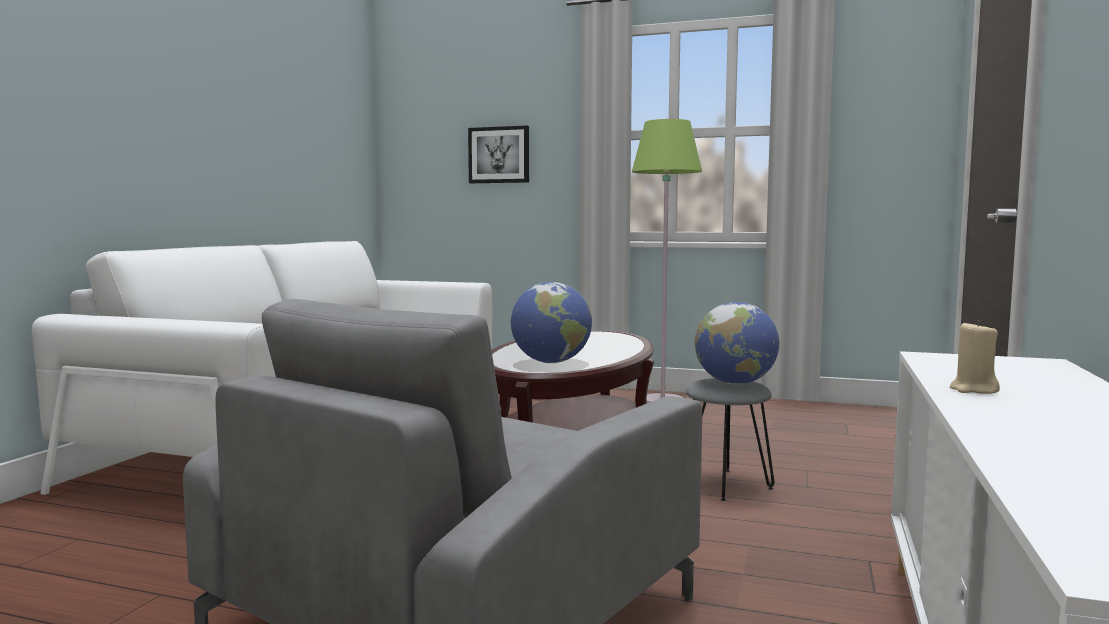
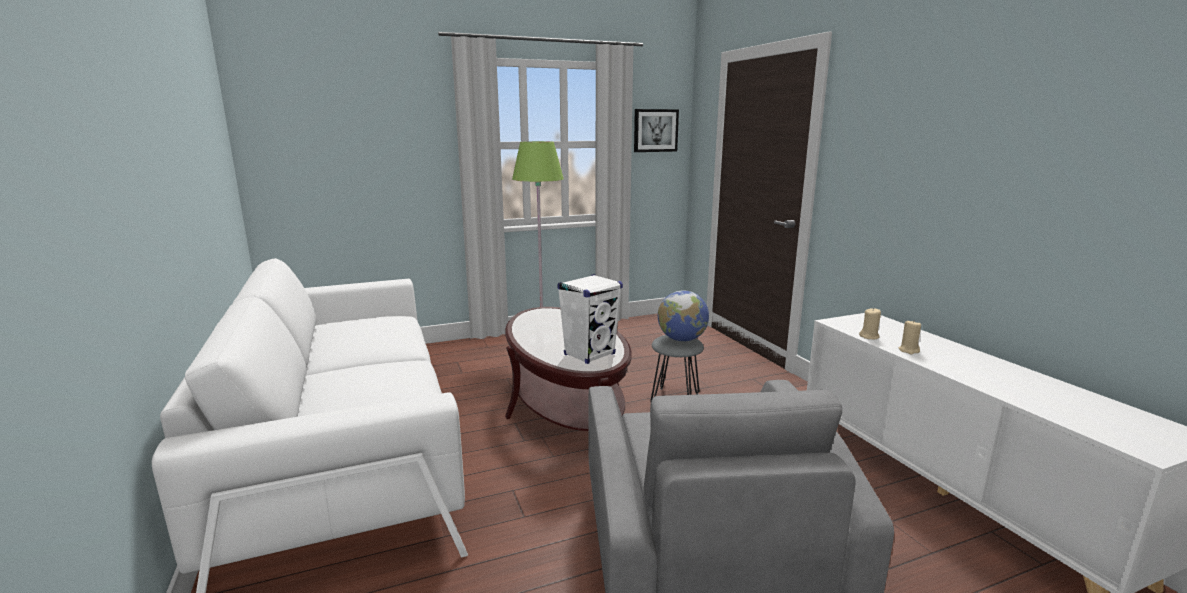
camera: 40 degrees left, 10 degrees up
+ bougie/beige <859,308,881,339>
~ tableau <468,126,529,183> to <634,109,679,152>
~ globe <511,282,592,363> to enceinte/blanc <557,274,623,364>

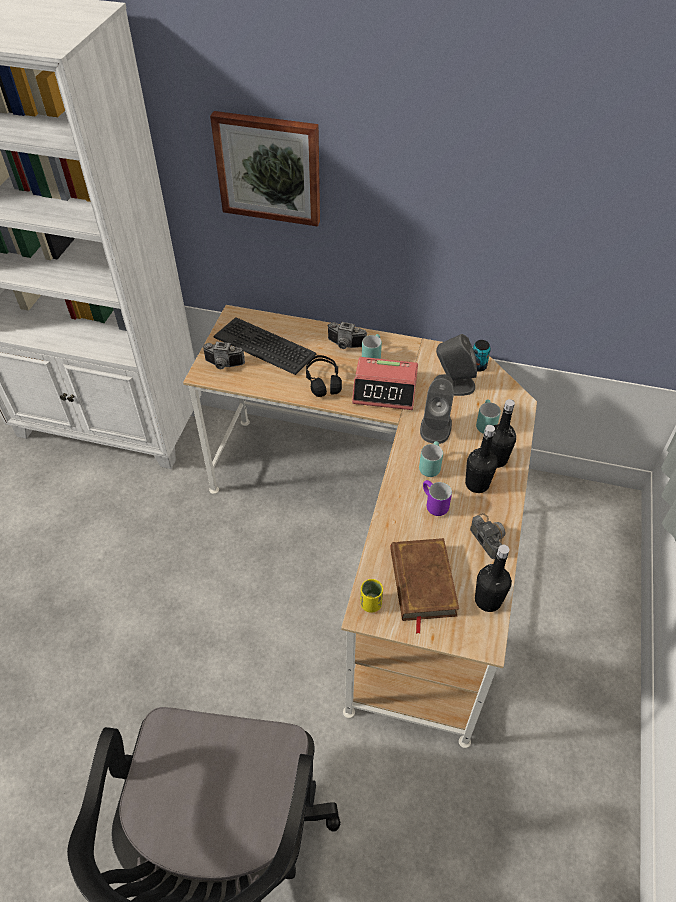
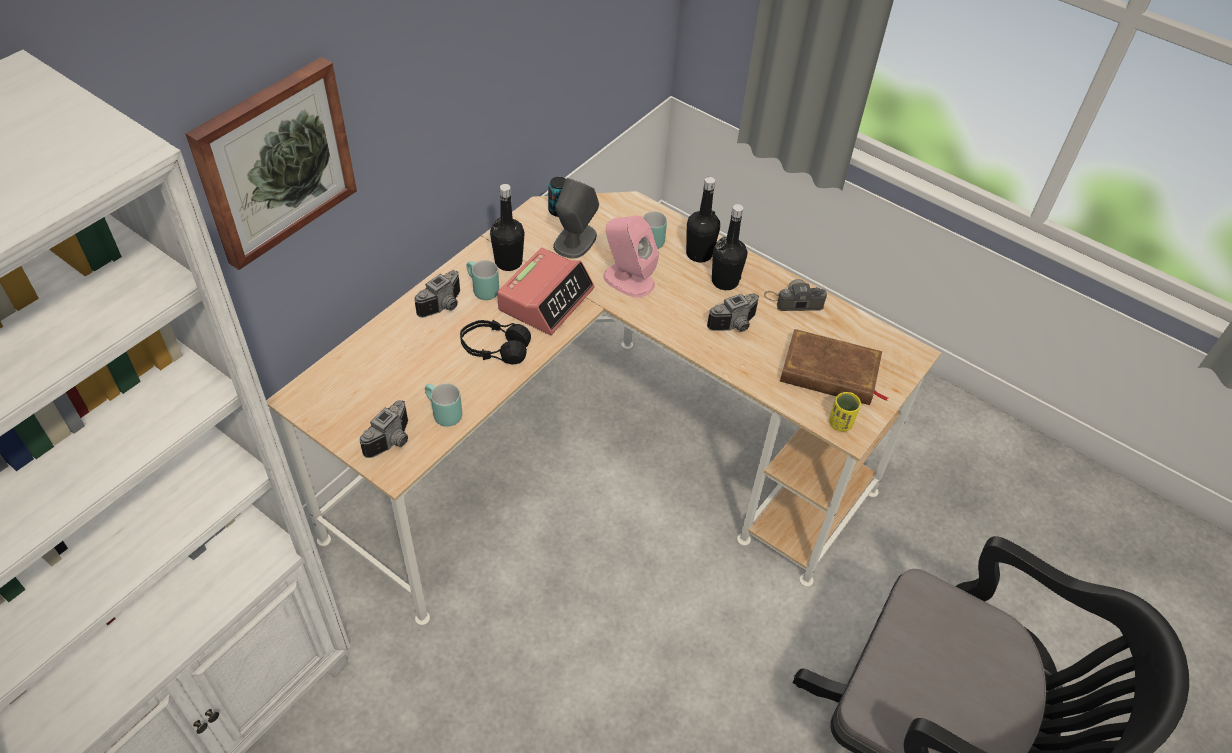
camera: 70 degrees left, 0 degrees up
- clavier <214,317,316,375>
~ mug/turquoise <419,441,443,477> to <425,383,462,427>
~ bouteille/noir <475,544,512,612> to <490,184,525,271>
~ mug/violet <423,480,452,516> to appareil photo <707,293,759,332>
~ enceinte/gris <420,375,454,444> to enceinte/rose <603,216,659,298>

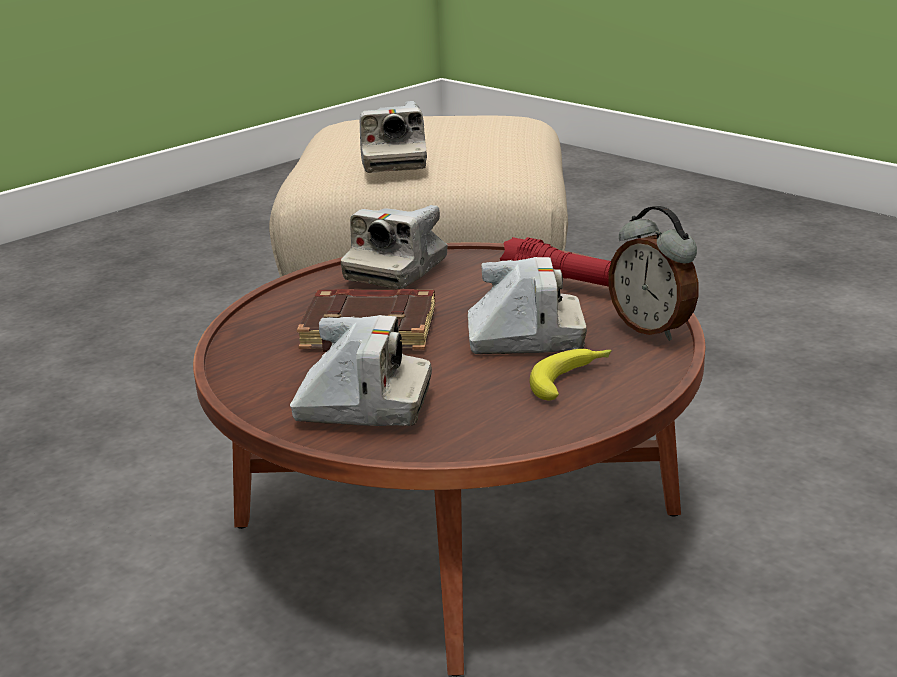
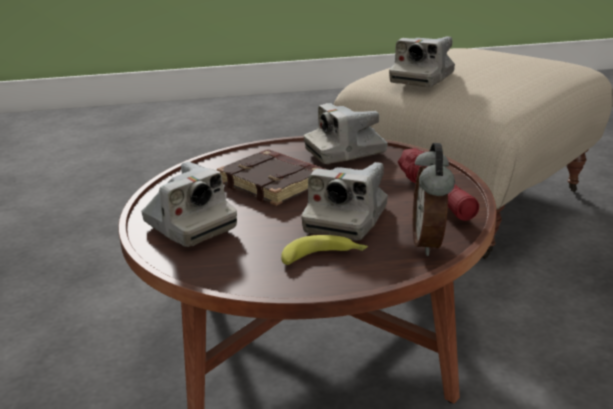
camera: 40 degrees right, 0 degrees up
~ appareil photo <468,257,587,354> = <302,162,388,241> 75 degrees clockwise

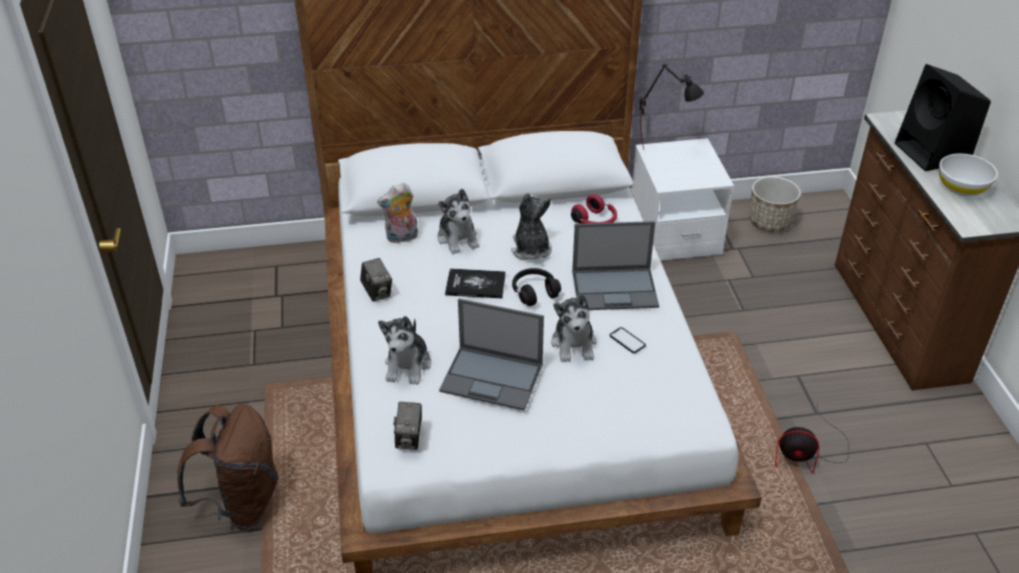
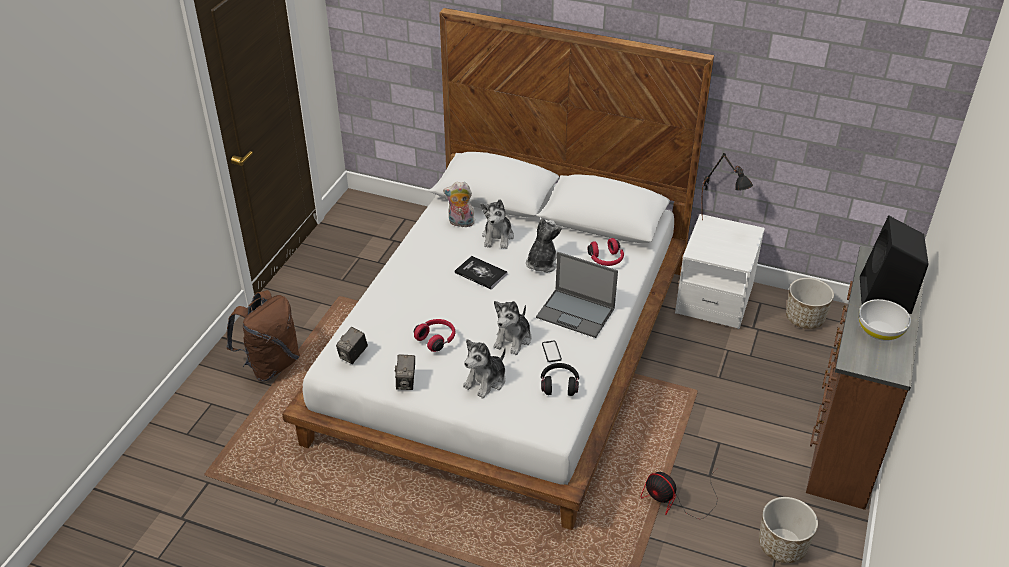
camera: 30 degrees right, 0 degrees up
+ cache-pot <759,497,818,563>
~ appareil photo <360,258,392,302> to <395,354,415,390>
~ peluche <378,316,431,385> to <463,339,506,398>
~ casque audio/noir <512,268,561,306> to <541,363,579,396>
~ ordinateur portable <439,299,544,411> to casque audio/rouge <414,319,455,352>

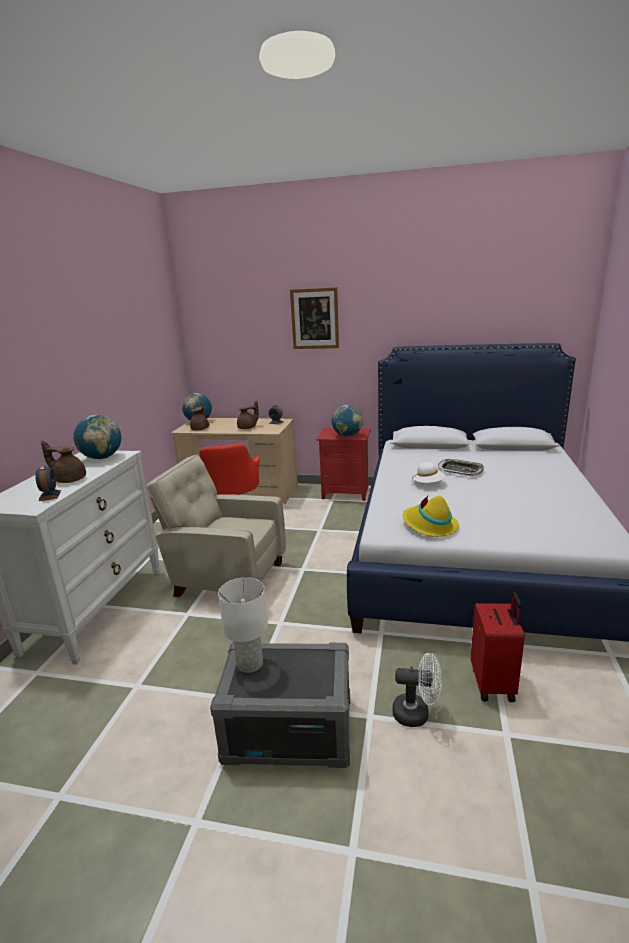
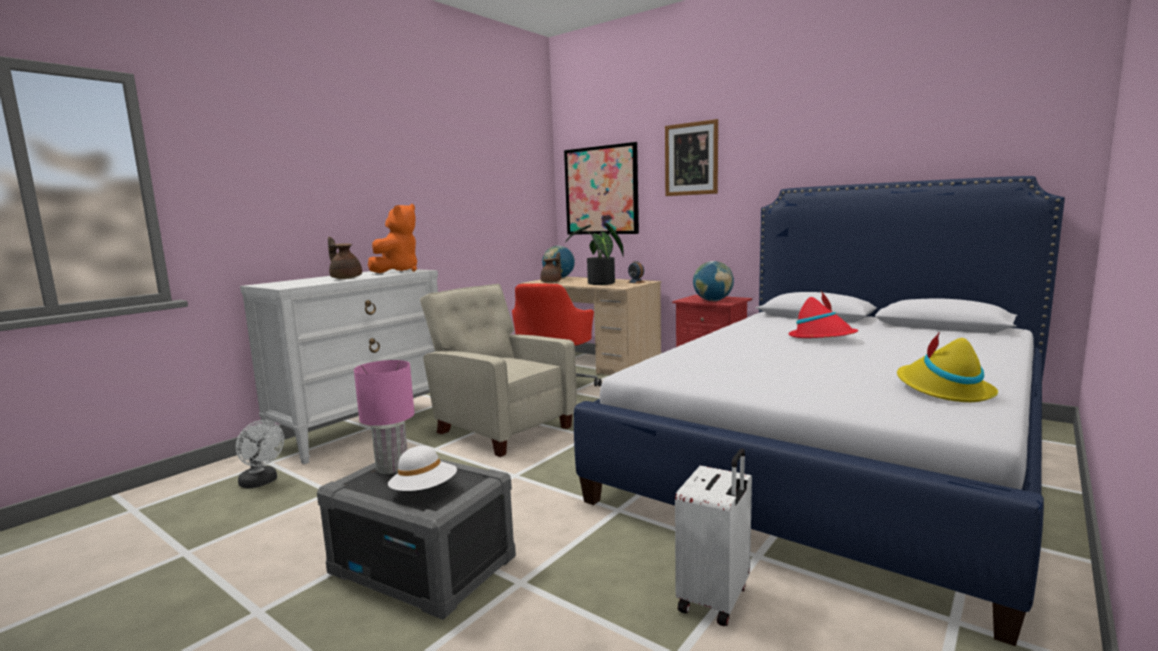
camera: 25 degrees right, 10 degrees down
- réveil <35,466,61,501>
+ tableau <564,142,639,234>
~ ventilateur/blanc <392,653,442,727> to <236,420,284,488>
~ chapeau/jaune <403,496,459,537> to <897,332,998,402>
~ chapeau/blanc <412,462,445,483> to <388,446,457,491>
~ globe <73,415,121,459> to peluche/orange <368,204,417,273>
~ théière/marron <237,401,259,429> to plante en pot <565,223,624,285>
~ plateau <438,459,484,476> to chapeau/rouge <788,291,858,338>
~ lampe de table/blanc <218,577,268,673> to lampe de table/rose <354,360,415,474>
~ valise/rouge <471,592,525,702> to valise/blanc <675,449,752,626>

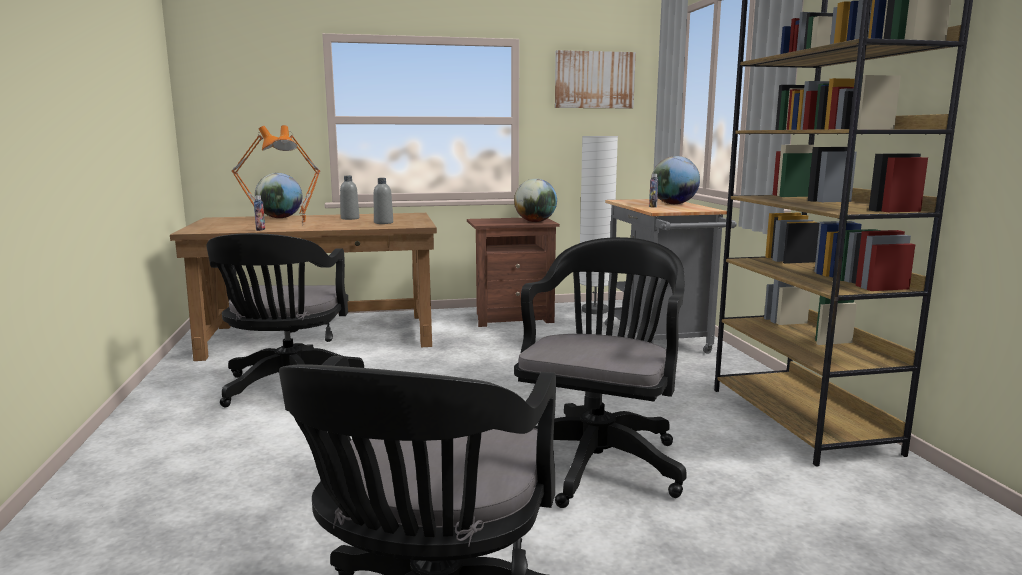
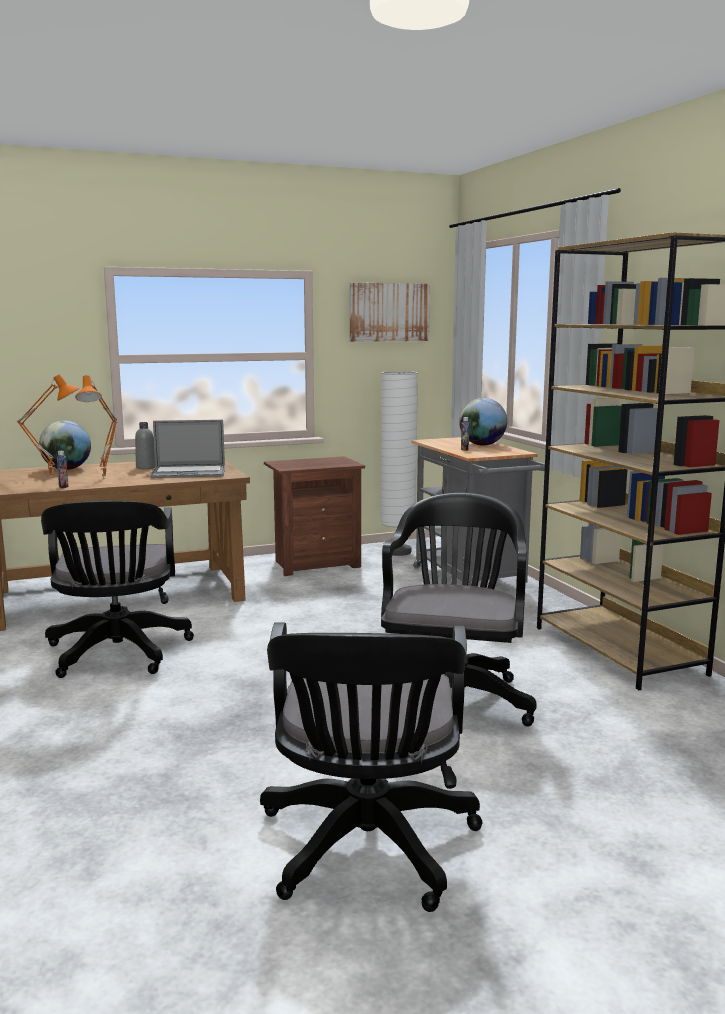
camera: 10 degrees left, 0 degrees up
- globe <514,179,557,222>
~ bouteille/gris <374,178,393,224> to ordinateur portable <150,420,225,478>

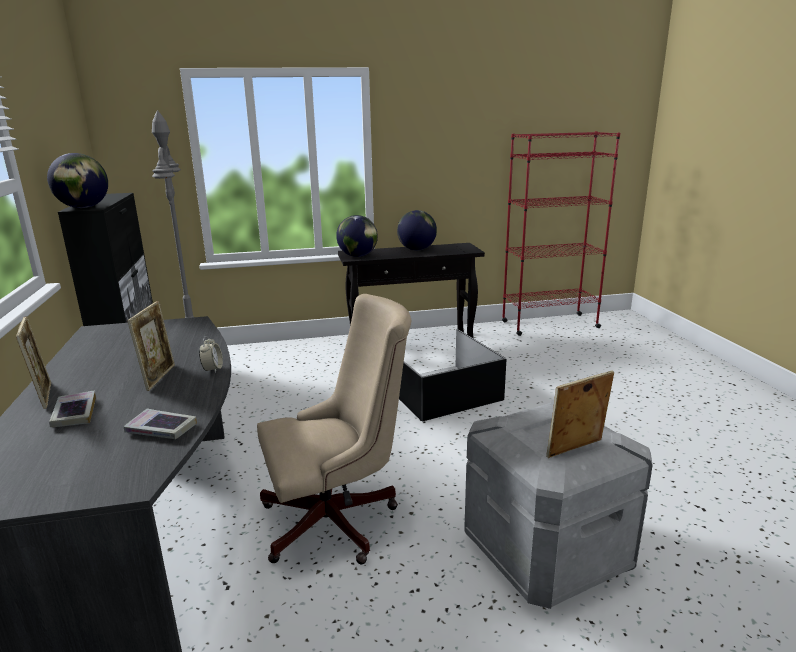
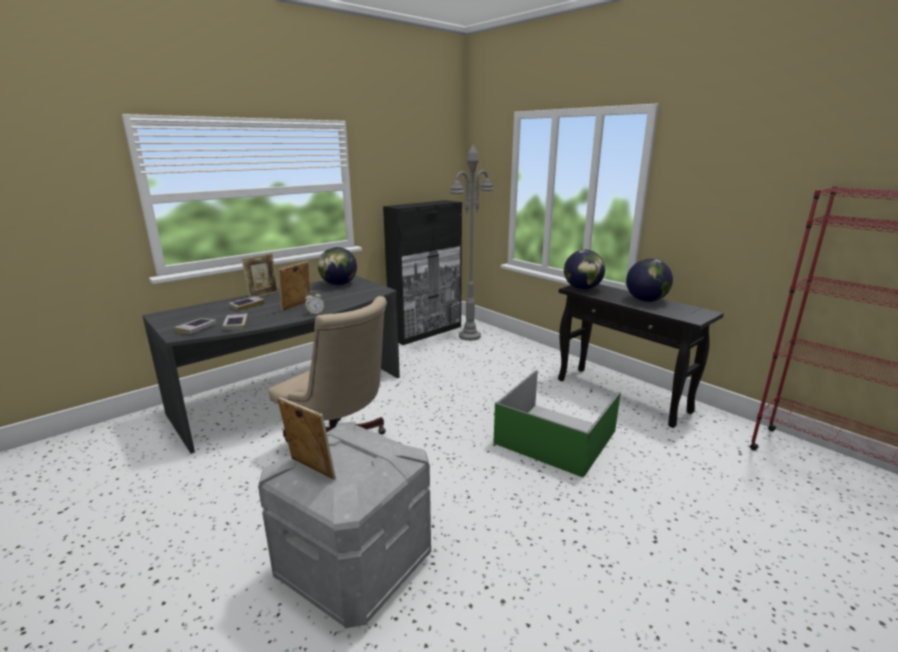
camera: 60 degrees right, 0 degrees up
+ livre <174,318,217,334>
~ globe <47,153,108,208> to <318,247,357,286>
~ boîte de rangement/noir <399,329,506,421> to boîte de rangement/vert <493,370,621,477>
~ cadre photo <127,301,175,391> = <278,261,310,311> 150 degrees clockwise

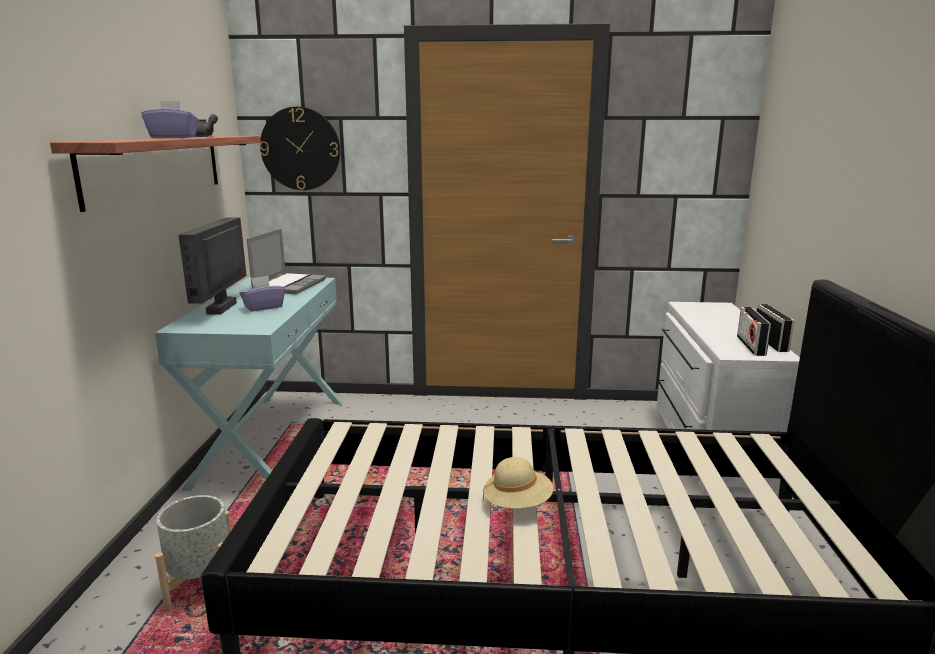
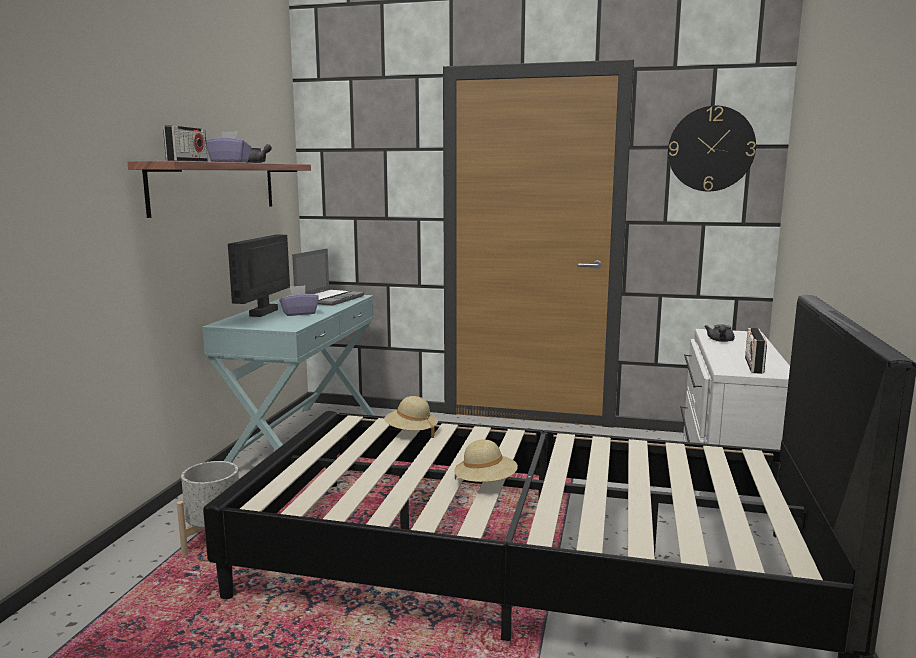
camera: 10 degrees right, 5 degrees down
+ chapeau/beige <384,396,438,438>
+ théière/gris <704,325,735,342>
~ horloge murale <260,107,340,190> to <668,106,756,192>
~ radio <757,304,795,352> to <163,126,208,162>

